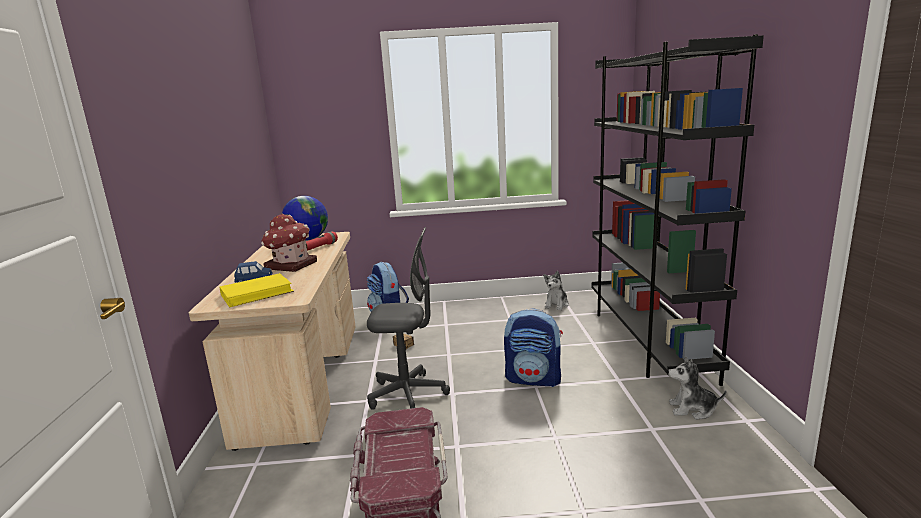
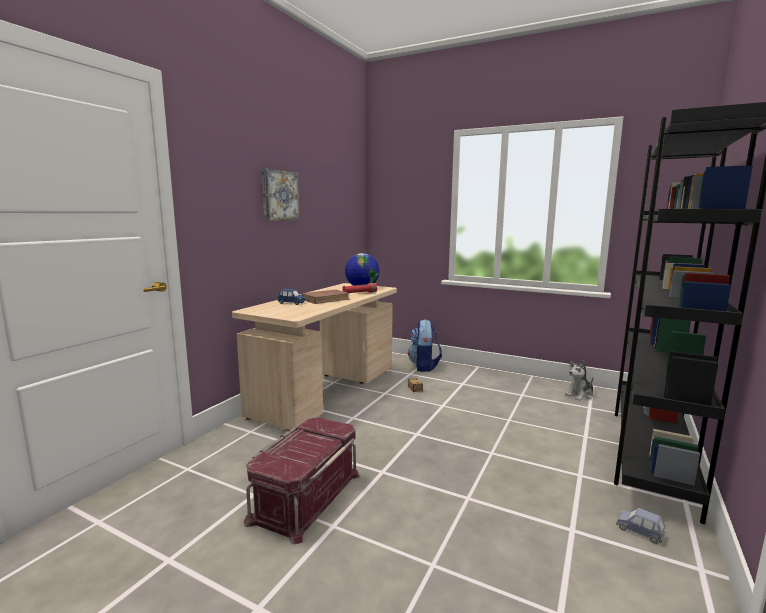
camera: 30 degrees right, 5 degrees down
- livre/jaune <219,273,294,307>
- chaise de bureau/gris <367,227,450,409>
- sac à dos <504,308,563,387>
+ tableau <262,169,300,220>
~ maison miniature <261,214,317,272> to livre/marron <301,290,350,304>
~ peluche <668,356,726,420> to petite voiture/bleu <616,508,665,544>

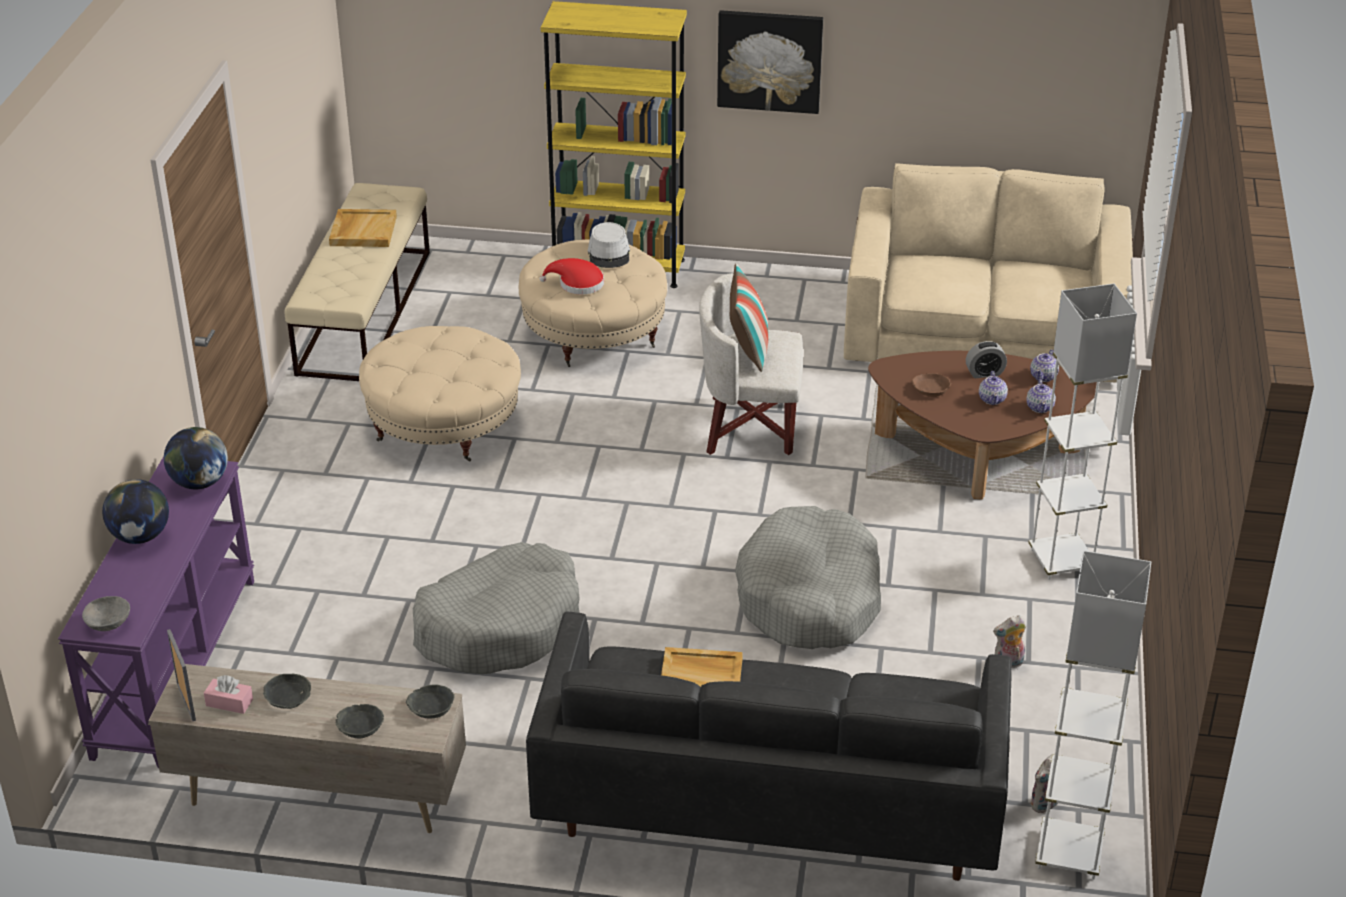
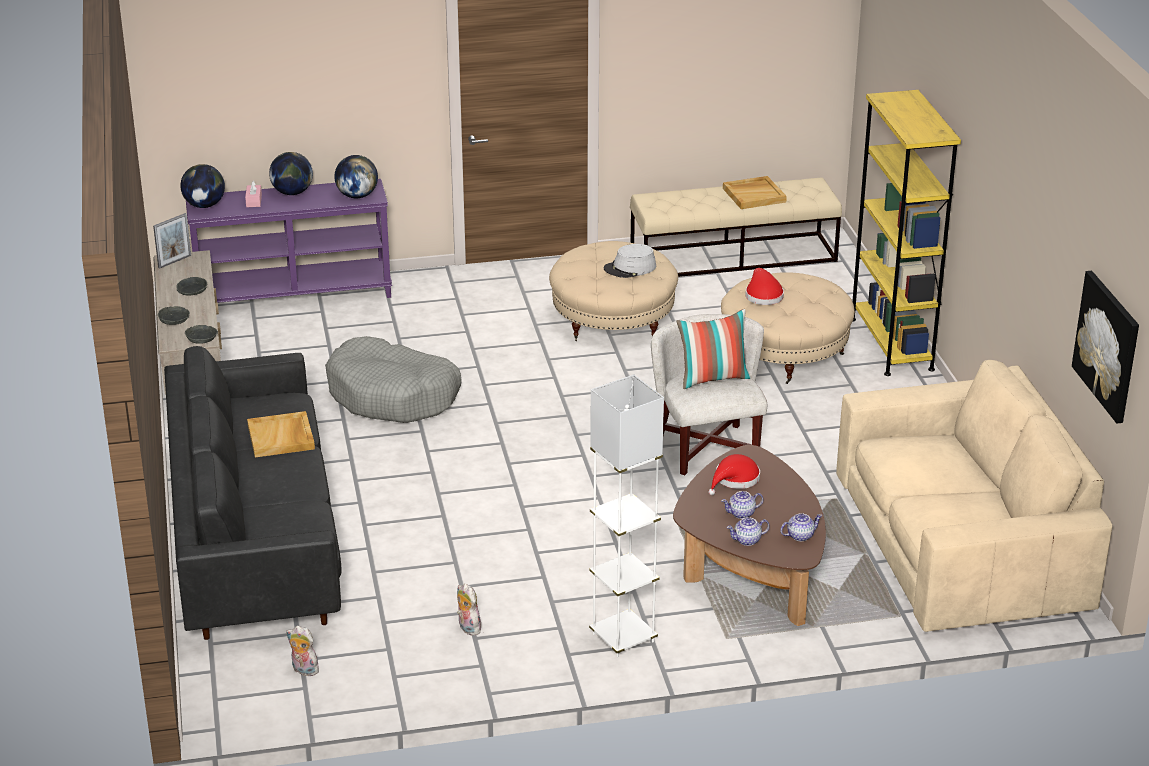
camera: 70 degrees right, 5 degrees down
- panier pour chien/gris <735,506,881,649>
- réveil <966,341,1007,378>
- lampadaire/blanc <1035,551,1151,879>
~ boîte à mouchoirs/rose <204,675,253,714> to <245,181,262,207>
~ chapeau/gris <588,222,630,268> to <604,244,656,278>
~ tableau <717,10,823,114> to <1072,271,1139,424>
~ bol/gris <82,596,130,631> to globe <180,164,225,208>
~ bol/marron <912,373,951,397> to chapeau/rouge <708,454,760,495>
~ théière <1030,350,1059,382> = <780,513,822,541> 150 degrees clockwise

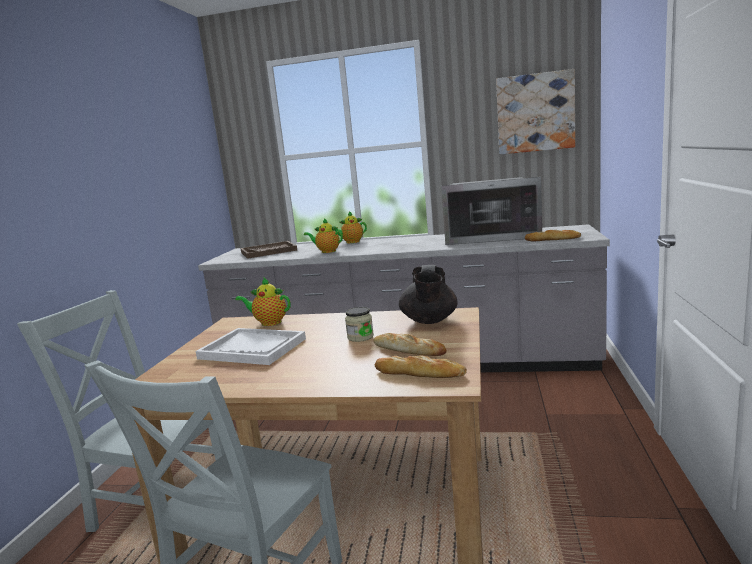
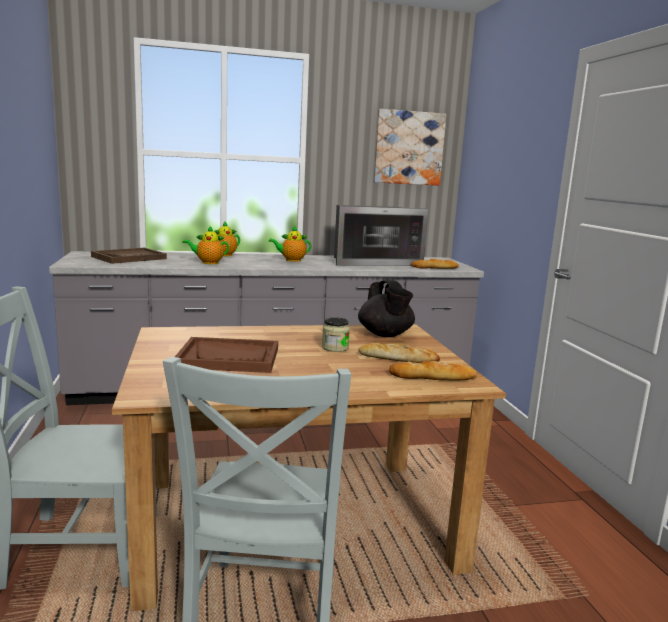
camera: 25 degrees left, 0 degrees up
~ théière <235,277,291,326> to <269,226,312,262>
~ plateau/blanc <196,328,306,365> to plateau/marron <175,337,278,373>

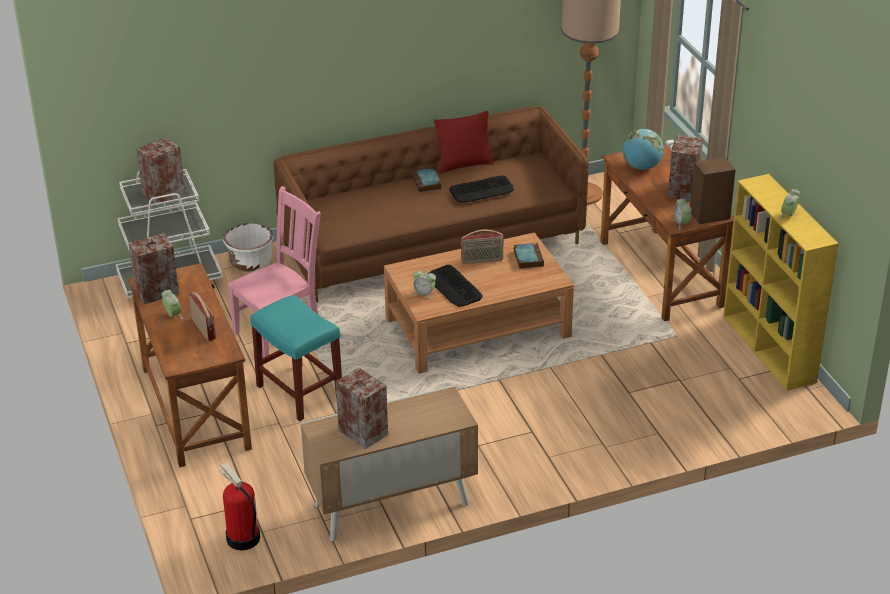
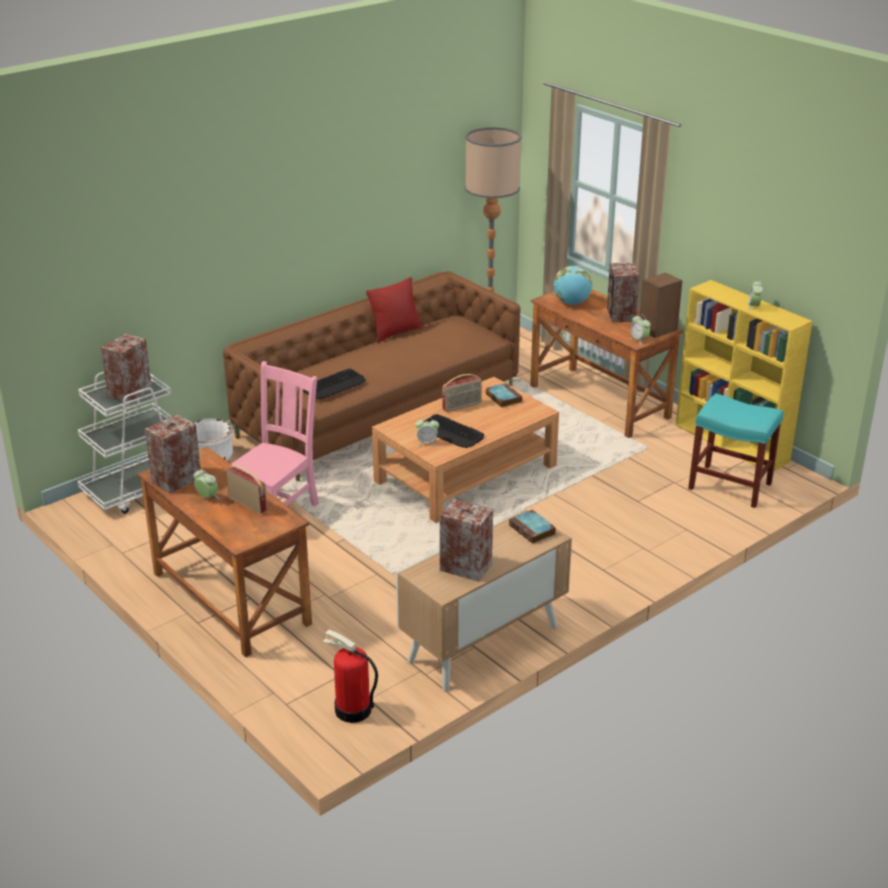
camera: 20 degrees left, 5 degrees down
~ tabouret/turquoise <250,294,342,421> to <688,393,783,508>
~ livre <411,168,442,193> to <509,510,556,544>
~ clavier <449,175,514,203> to <303,369,366,399>

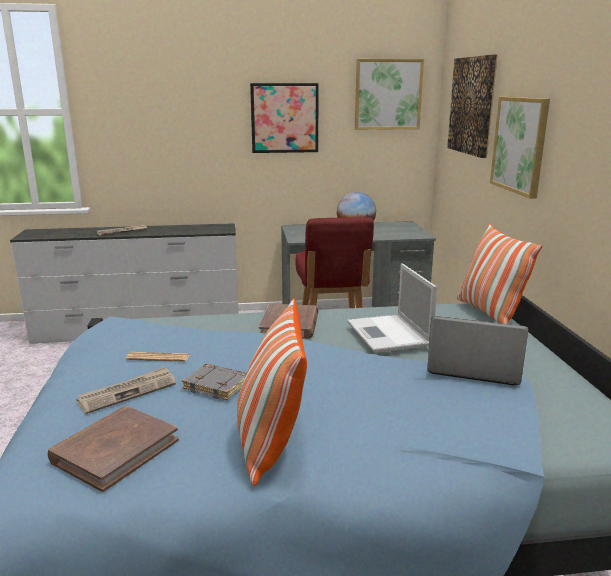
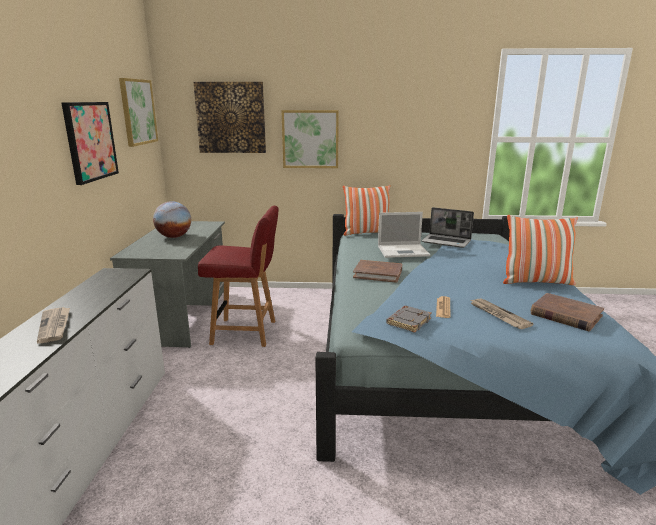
camera: 80 degrees left, 0 degrees up
~ livre/gris <182,363,246,400> to <386,306,432,333>
~ ordinateur portable <427,316,528,386> = <422,207,474,248> 90 degrees counterclockwise

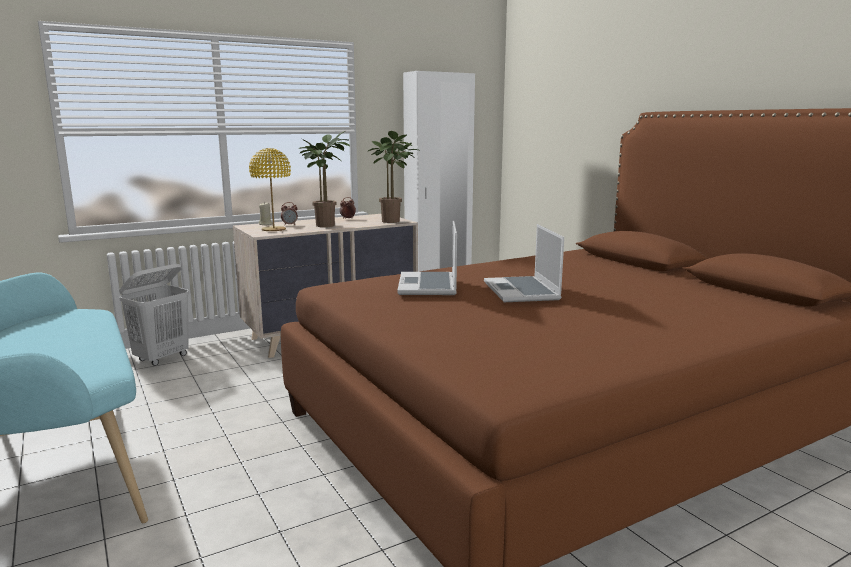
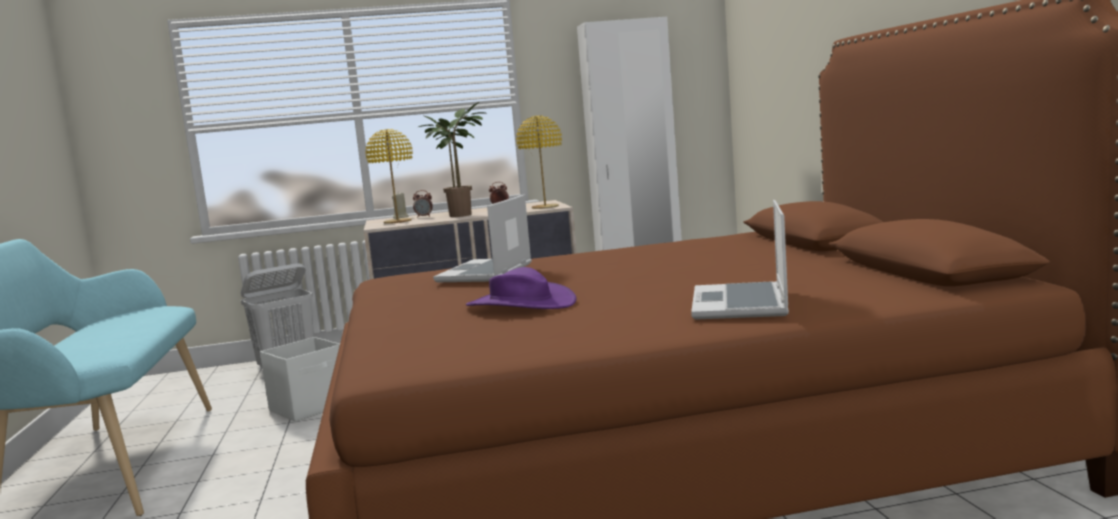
camera: 20 degrees right, 5 degrees down
+ boîte de rangement/blanc <260,337,340,422>
+ chapeau/violet <466,267,576,309>
~ ordinateur portable <484,224,564,302> to <691,200,789,320>
~ plante en pot <367,131,418,223> to lampe de table/jaune <516,116,562,209>

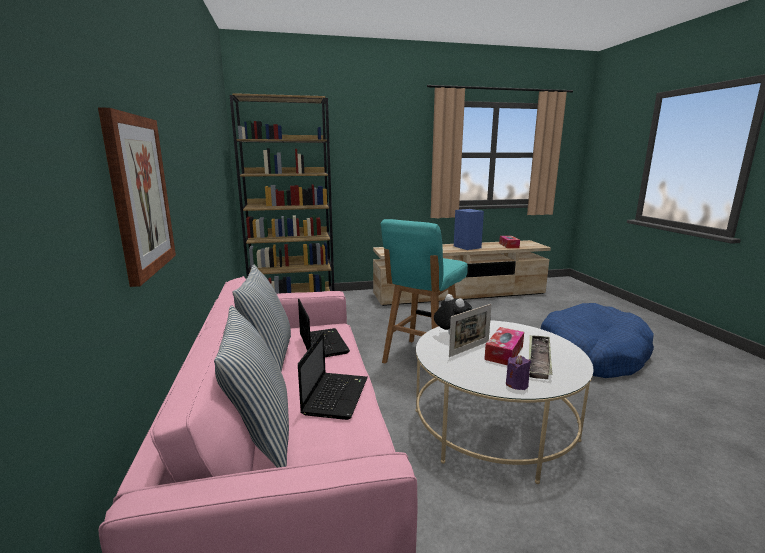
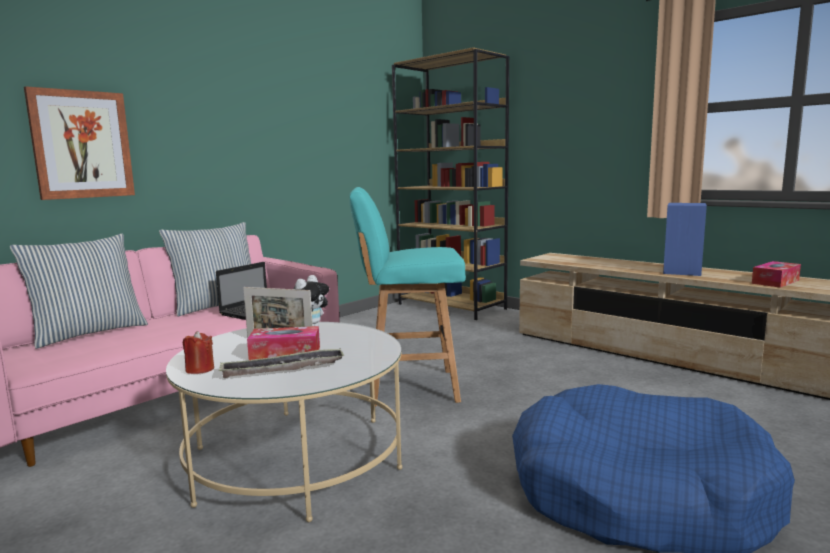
camera: 55 degrees right, 5 degrees down
- ordinateur portable <298,332,368,420>
~ bougie/violet <506,355,531,390> to bougie/rouge <183,331,214,374>

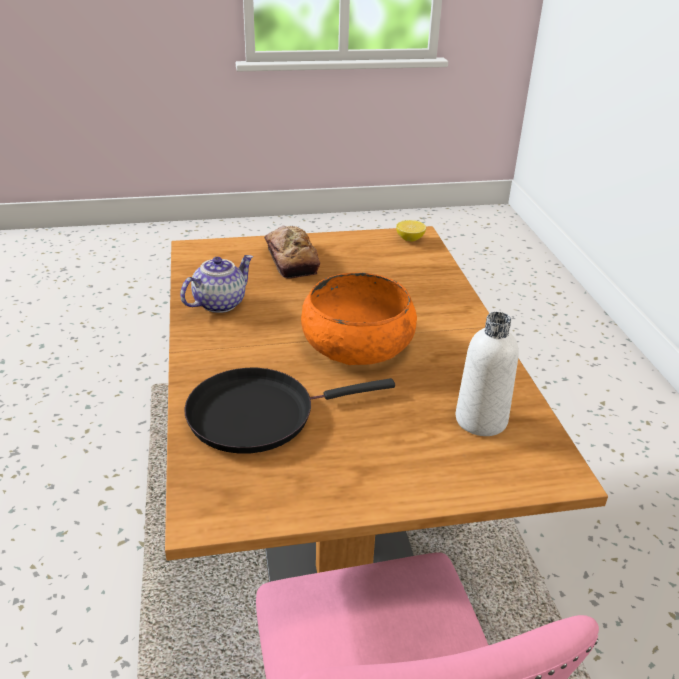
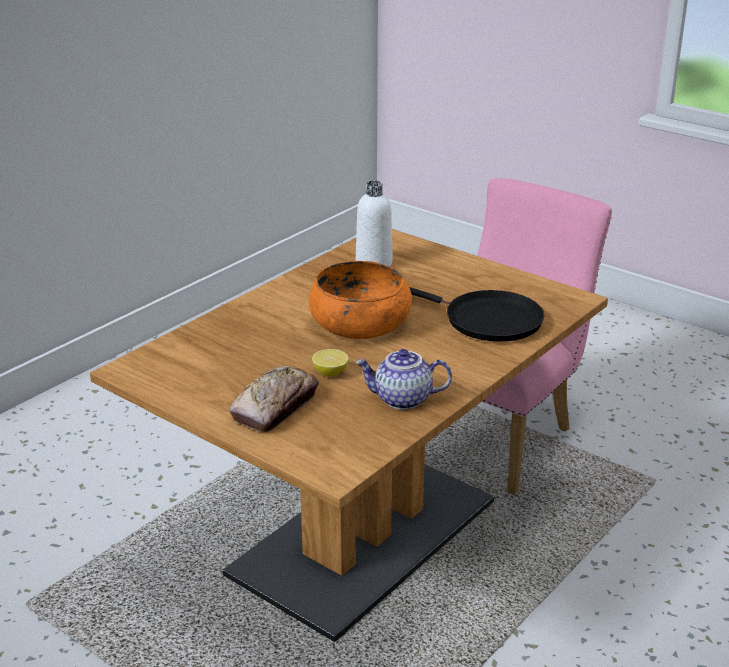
camera: 130 degrees left, 5 degrees down
~ citron <396,220,426,242> to <312,349,349,377>

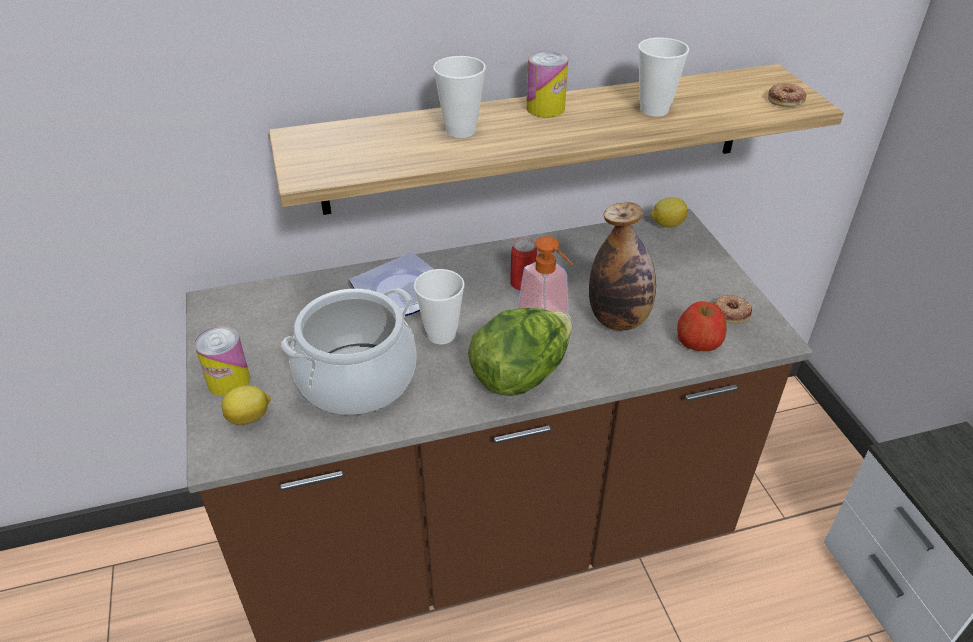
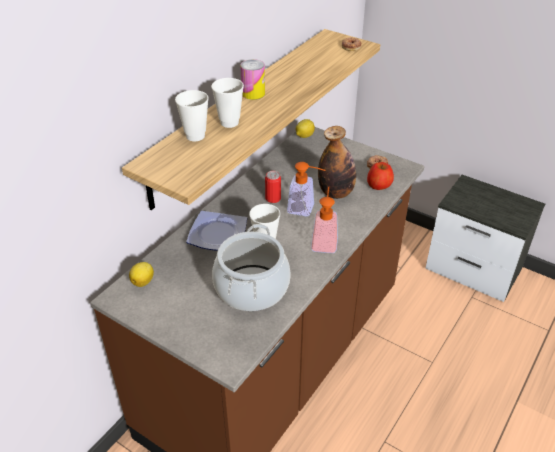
camera: 40 degrees left, 0 degrees up
- boîte métallique <194,326,250,396>
~ citron <221,385,271,425> to <129,262,154,287>
~ tasse <638,37,689,117> to <175,90,209,141>
~ laitue <468,308,572,396> to distributeur de savon <311,186,338,253>

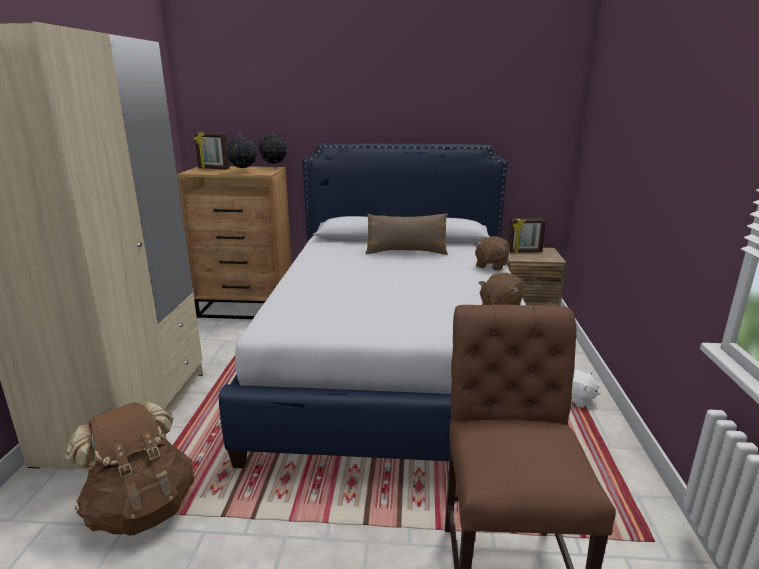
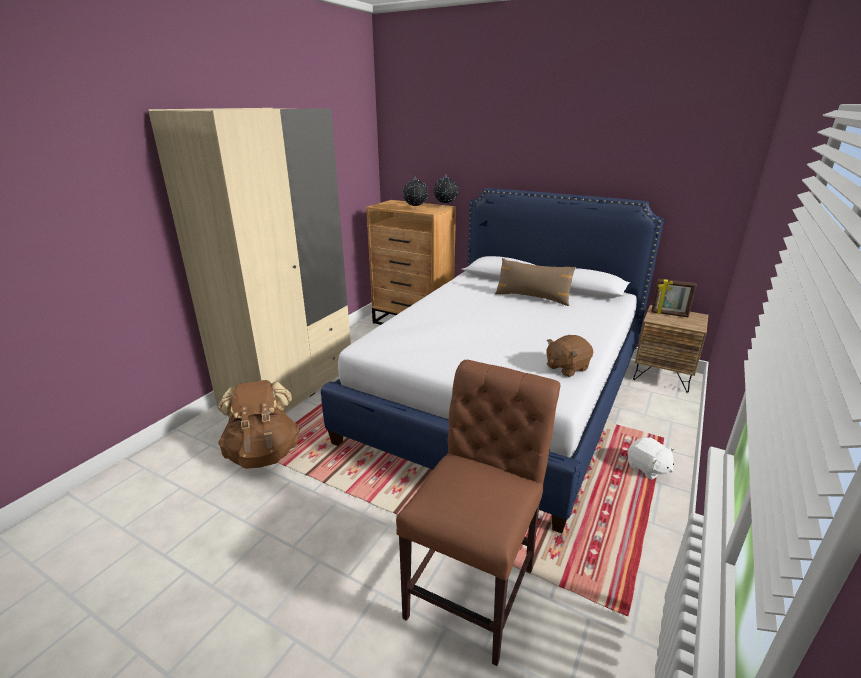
camera: 25 degrees right, 5 degrees up
- cadre photo <194,132,230,170>
- peluche/marron <474,236,510,271>

